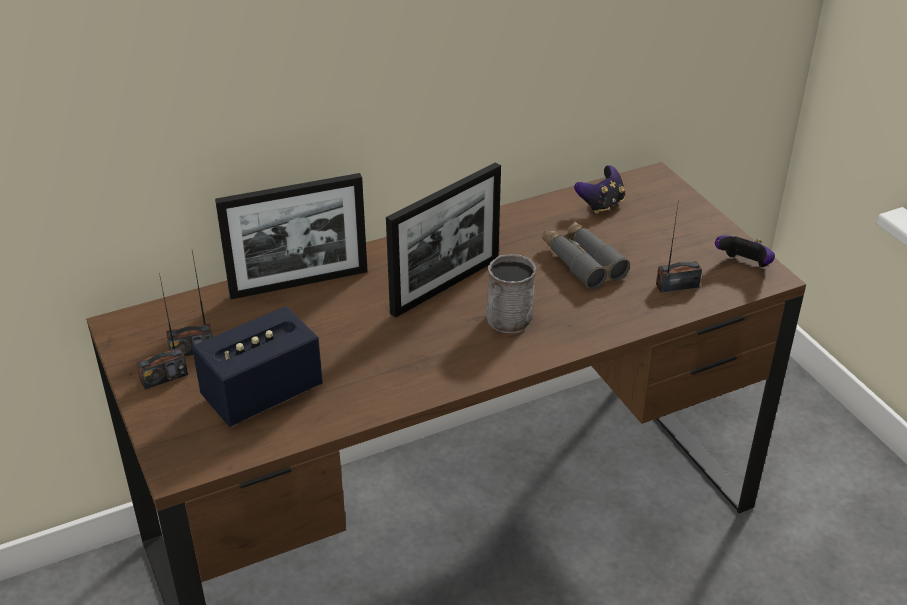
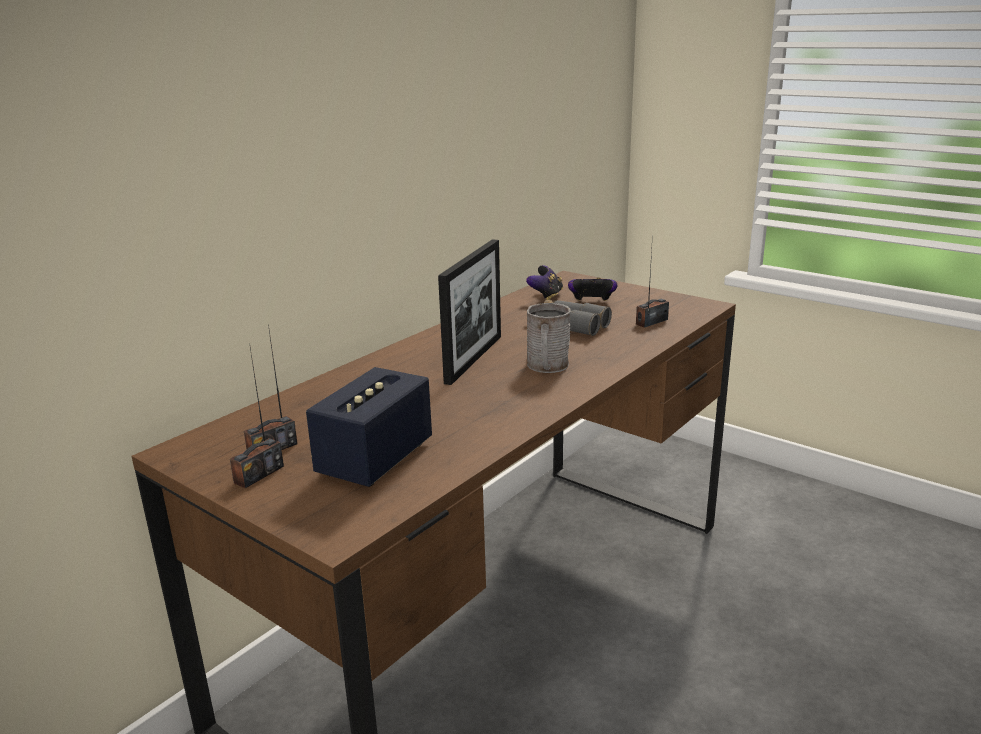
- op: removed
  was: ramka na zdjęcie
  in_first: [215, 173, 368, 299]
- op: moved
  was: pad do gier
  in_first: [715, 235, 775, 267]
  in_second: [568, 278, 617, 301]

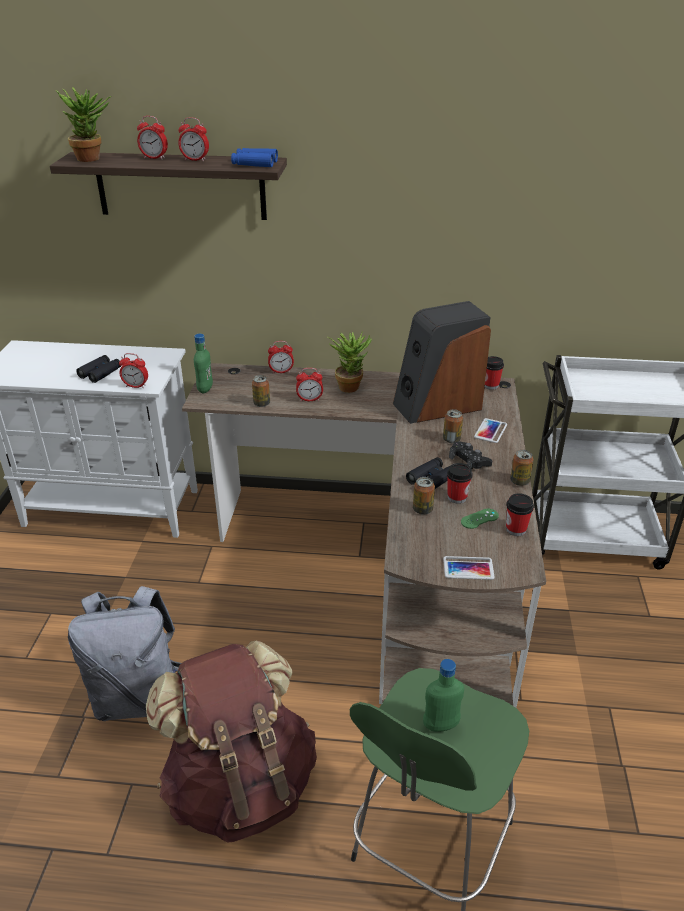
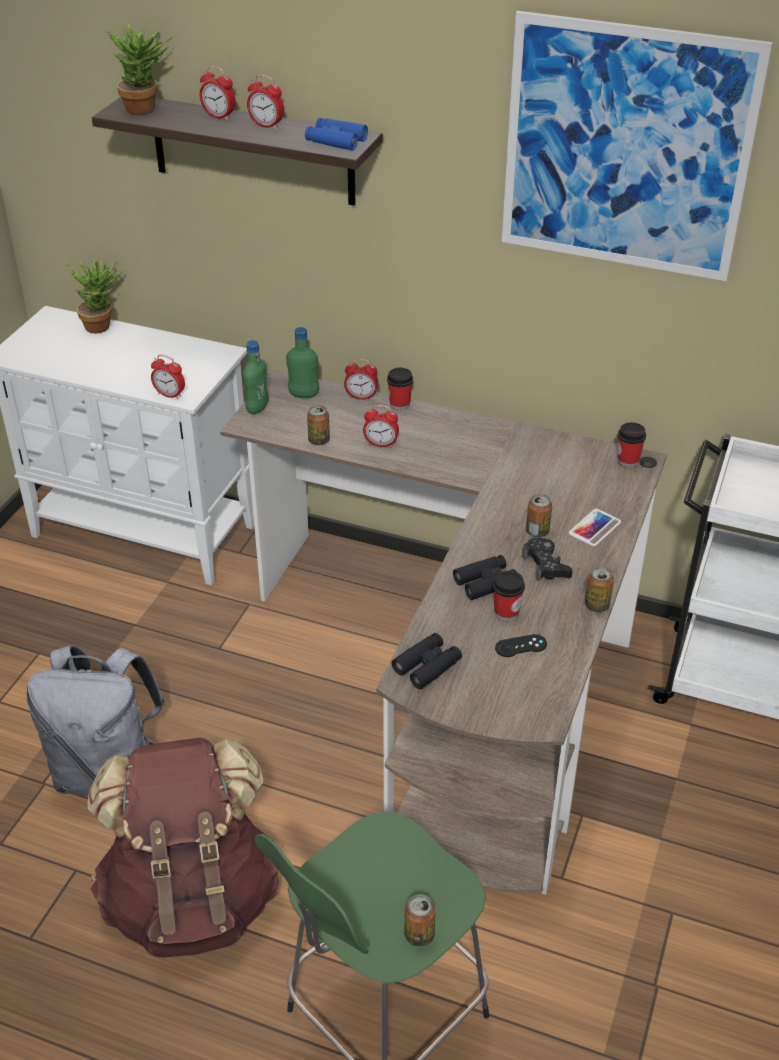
- op: removed
  was: głośnik
  in_first: [393, 301, 491, 424]
- op: moved
  was: roślina doniczkowa
  in_first: [327, 332, 372, 393]
  in_second: [64, 259, 123, 333]
- op: moved
  was: lornetka (czarny)
  in_first: [76, 355, 121, 383]
  in_second: [392, 633, 462, 689]
- op: moved
  was: puszka
  in_first: [413, 477, 435, 515]
  in_second: [405, 894, 435, 946]
- op: moved
  was: filiżanka
  in_first: [506, 493, 534, 536]
  in_second: [387, 368, 413, 410]
- op: recoloured
  was: pad do gier (zielony)
  now: pad do gier (czarny)
  in_first: [461, 509, 499, 529]
  in_second: [495, 634, 547, 657]
- op: removed
  was: telefon
  in_first: [443, 556, 495, 580]
- op: moved
  was: butelka (zielony)
  in_first: [423, 659, 464, 732]
  in_second: [286, 327, 319, 398]
- op: added
  now: obraz
  in_second: [502, 11, 773, 281]

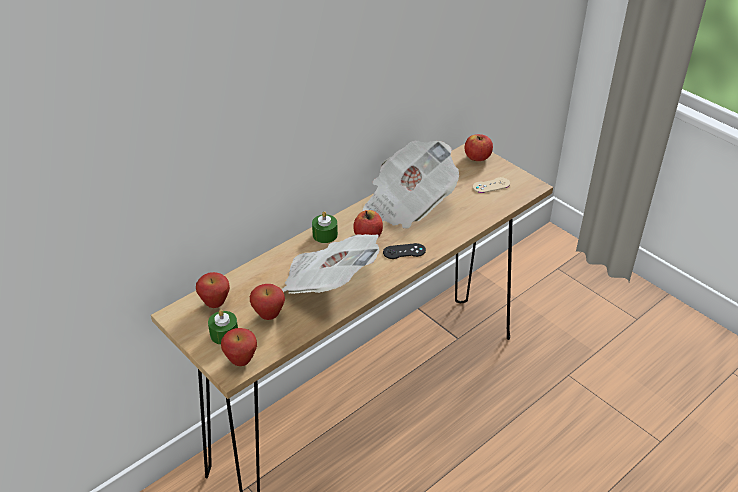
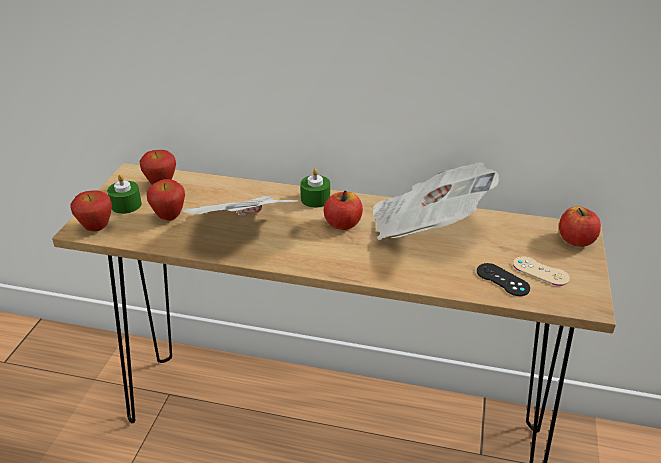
- op: moved
  was: pad do gier (czarny)
  in_first: [383, 243, 426, 259]
  in_second: [477, 263, 530, 296]

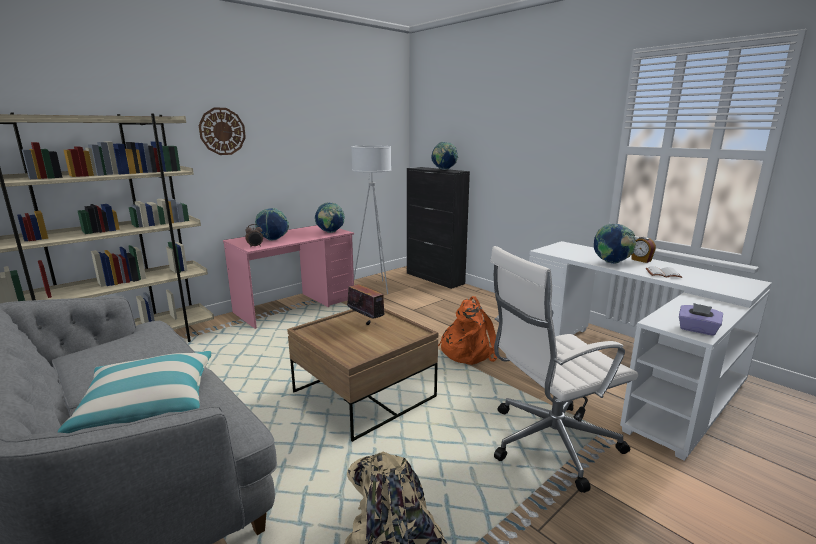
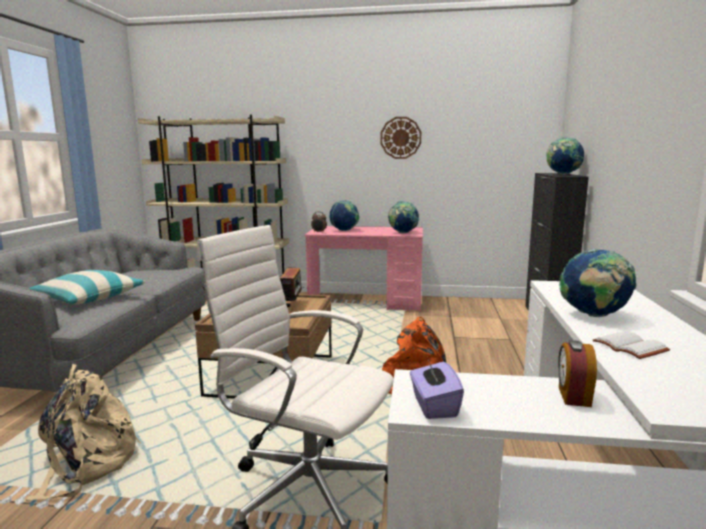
- op: moved
  was: zegar ścienny
  in_first: [199, 107, 246, 155]
  in_second: [380, 117, 421, 159]
- op: removed
  was: lampa stojąca (biały)
  in_first: [351, 146, 391, 294]
- op: moved
  was: budzik
  in_first: [631, 237, 656, 263]
  in_second: [558, 340, 597, 407]

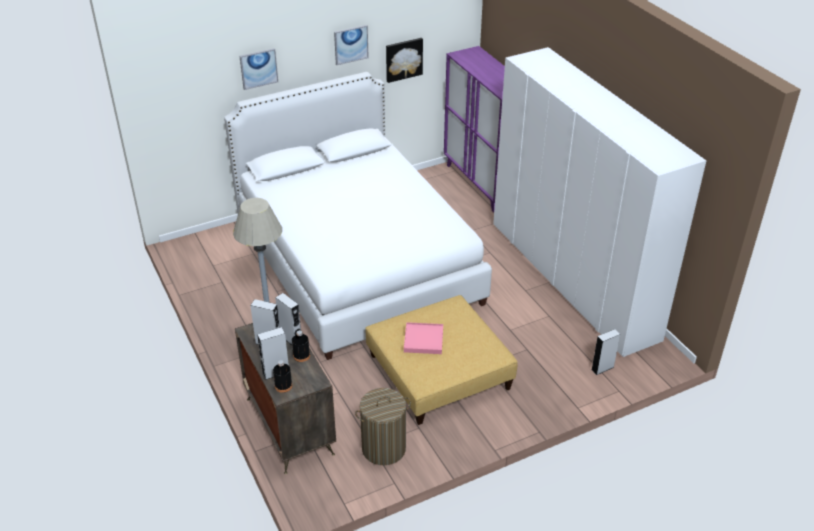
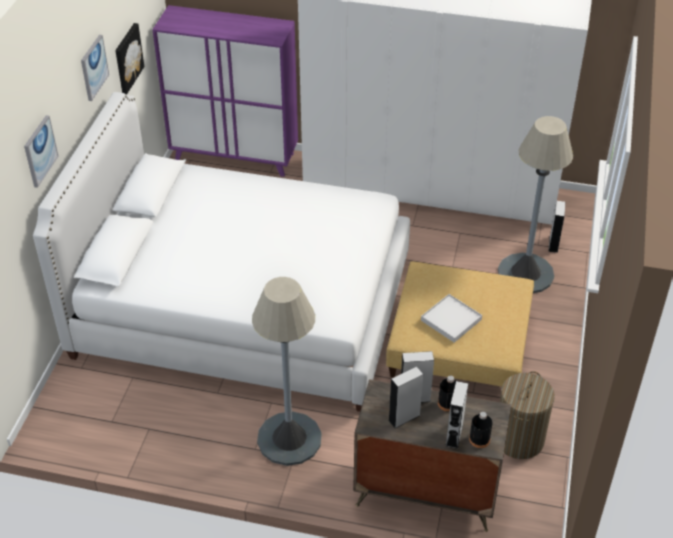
- op: recoloured
  was: taca (różowy)
  now: taca (biały)
  in_first: [404, 322, 443, 354]
  in_second: [421, 294, 482, 343]
- op: added
  now: lampa stojąca (szary)
  in_second: [498, 116, 573, 293]

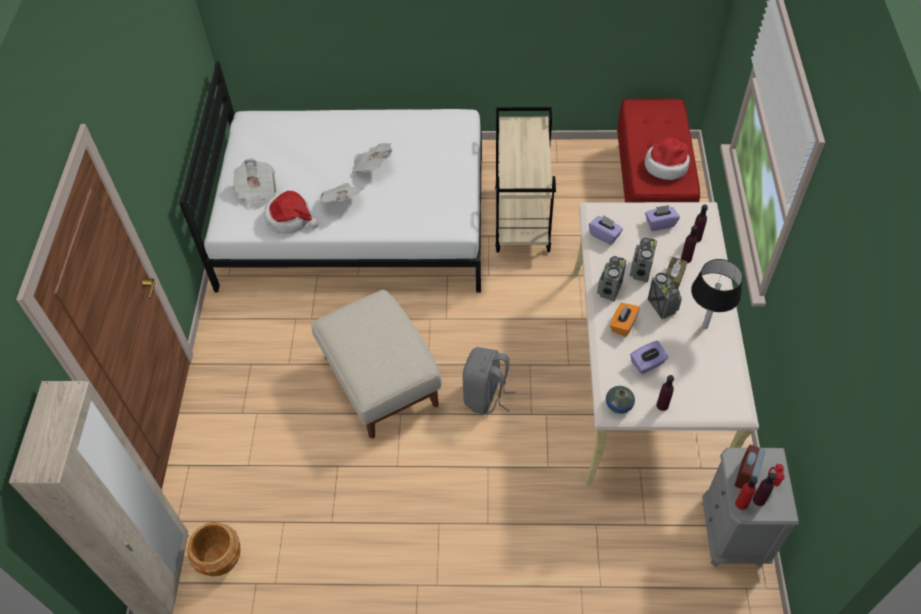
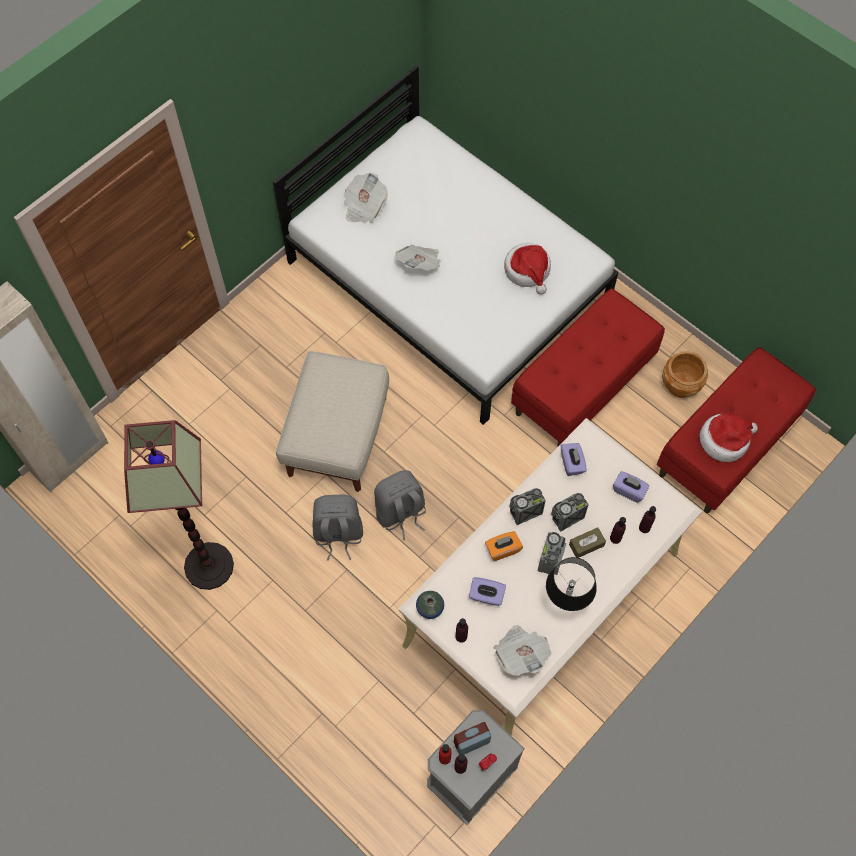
- op: replaced
  was: wózek (beżowy)
  now: ławka (czerwony)
  in_first: [495, 107, 556, 252]
  in_second: [511, 288, 665, 446]
- op: moved
  was: gazeta
  in_first: [352, 143, 392, 173]
  in_second: [493, 625, 552, 676]
- op: moved
  was: kapelusz
  in_first: [264, 191, 319, 234]
  in_second: [504, 243, 551, 295]
- op: moved
  was: donica (brązowy)
  in_first: [187, 522, 240, 576]
  in_second: [662, 351, 708, 398]
- op: added
  now: lampa stojąca
  in_second: [124, 420, 234, 590]
- op: added
  now: plecak (szary)
  in_second: [313, 494, 363, 561]

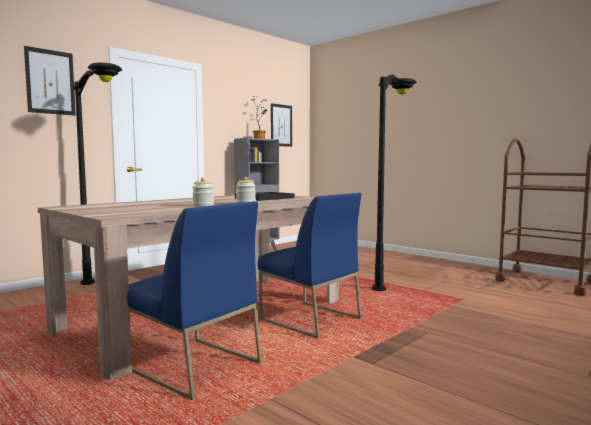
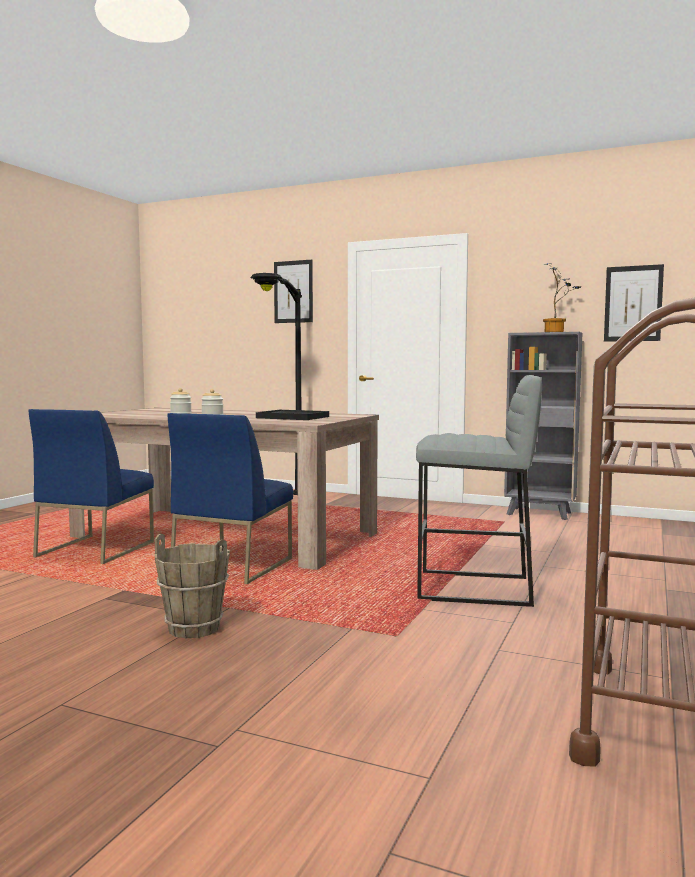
- op: replaced
  was: lampa stojąca (czarny)
  now: stołek (szary)
  in_first: [372, 74, 417, 291]
  in_second: [416, 375, 542, 607]
- op: added
  now: wiadro (brązowy)
  in_second: [155, 534, 230, 638]

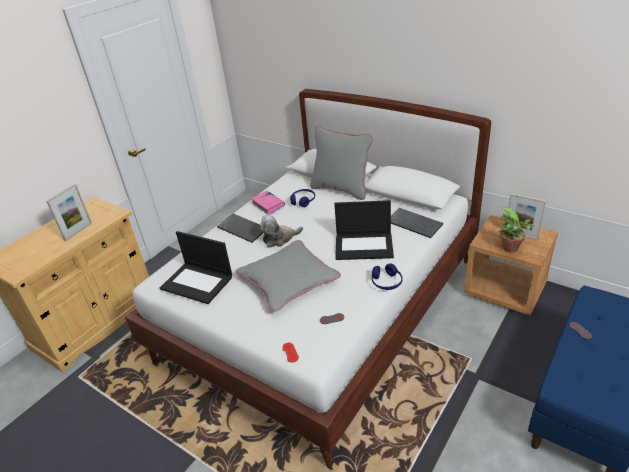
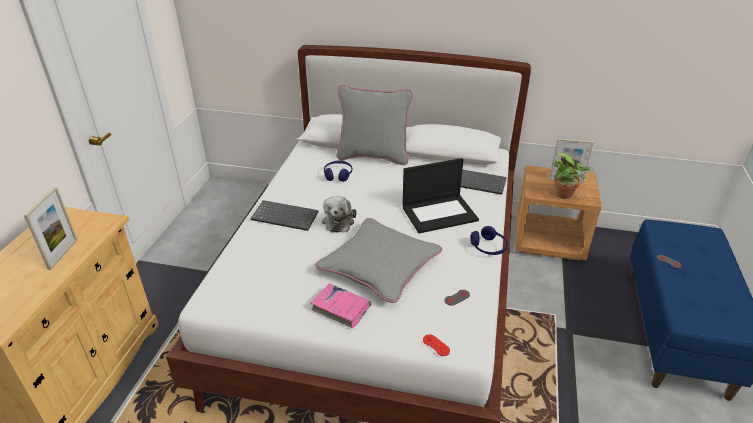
- op: moved
  was: książka (różowy)
  in_first: [251, 191, 285, 215]
  in_second: [310, 283, 371, 328]
- op: turned
  was: pluszak
  in_first: [258, 215, 303, 248]
  in_second: [322, 196, 356, 232]
  clockwise: -45
- op: removed
  was: laptop
  in_first: [160, 231, 232, 304]

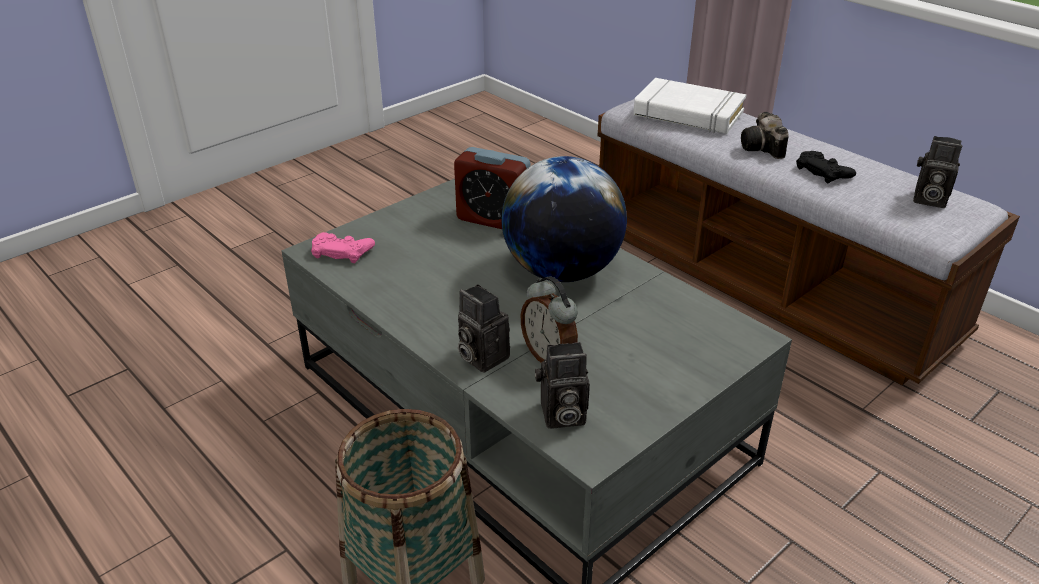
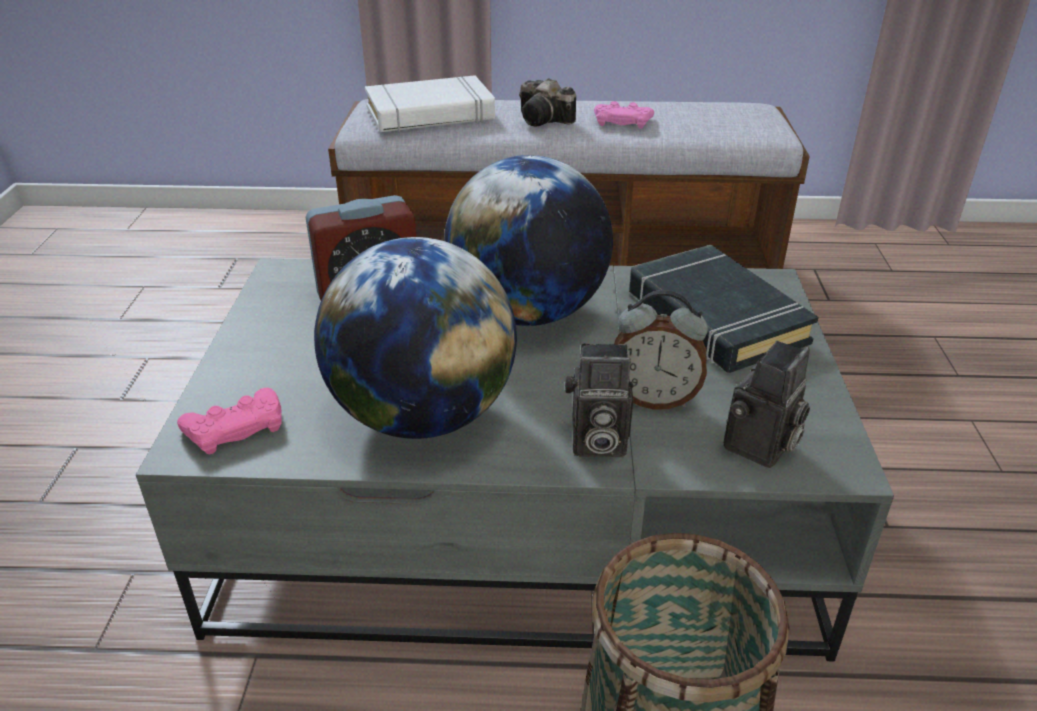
- op: removed
  was: aparat fotograficzny
  in_first: [913, 136, 962, 208]
- op: recoloured
  was: pad do gier (czarny)
  now: pad do gier (różowy)
  in_first: [796, 151, 856, 183]
  in_second: [594, 101, 654, 129]
- op: added
  now: globus
  in_second: [314, 237, 517, 439]
- op: added
  now: książka (czarny)
  in_second: [629, 245, 819, 373]

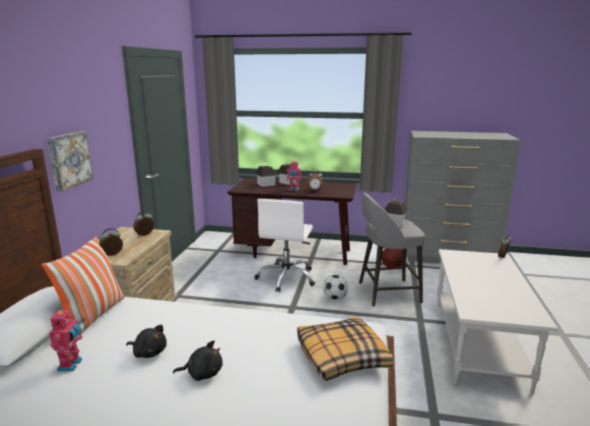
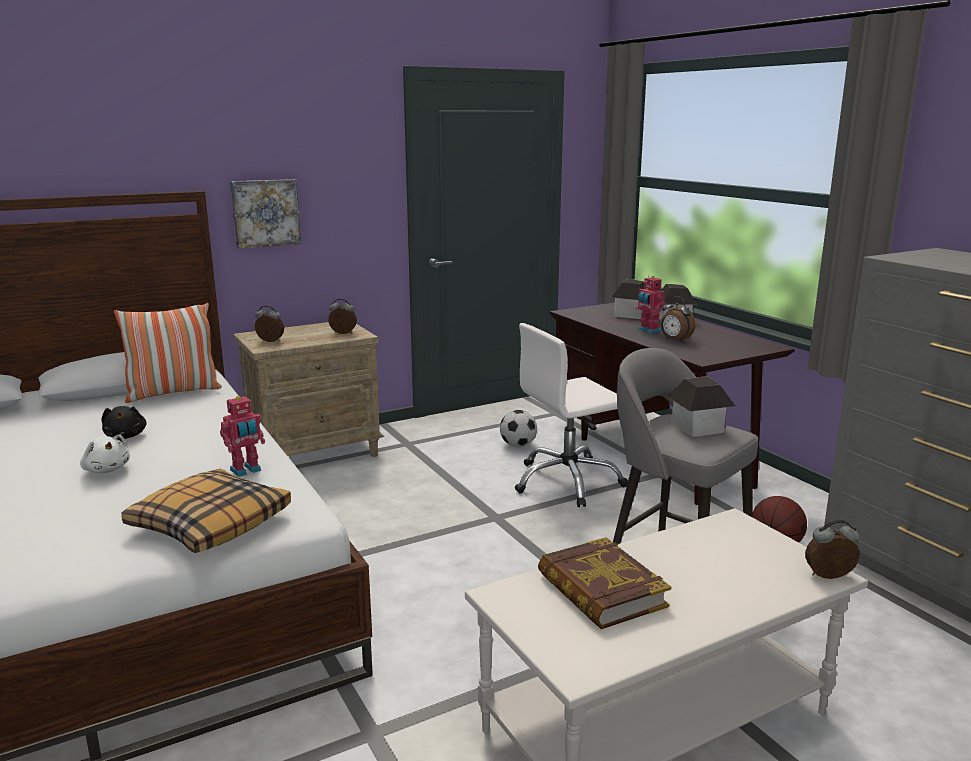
- op: moved
  was: piłka futbolowa
  in_first: [323, 275, 348, 300]
  in_second: [500, 410, 537, 447]
- op: moved
  was: robot zabawkowy
  in_first: [49, 308, 83, 371]
  in_second: [220, 395, 265, 477]
- op: recoloured
  was: pluszak (czarny)
  now: pluszak (biały)
  in_first: [173, 340, 223, 381]
  in_second: [80, 434, 130, 473]
- op: added
  now: książka
  in_second: [538, 537, 671, 629]

